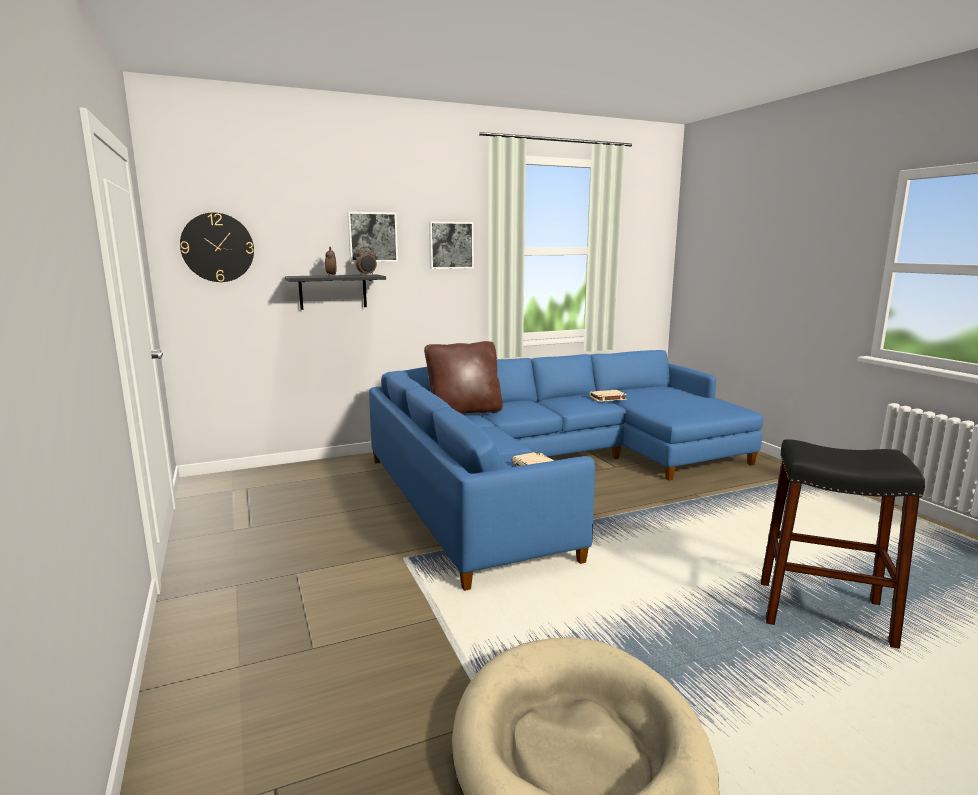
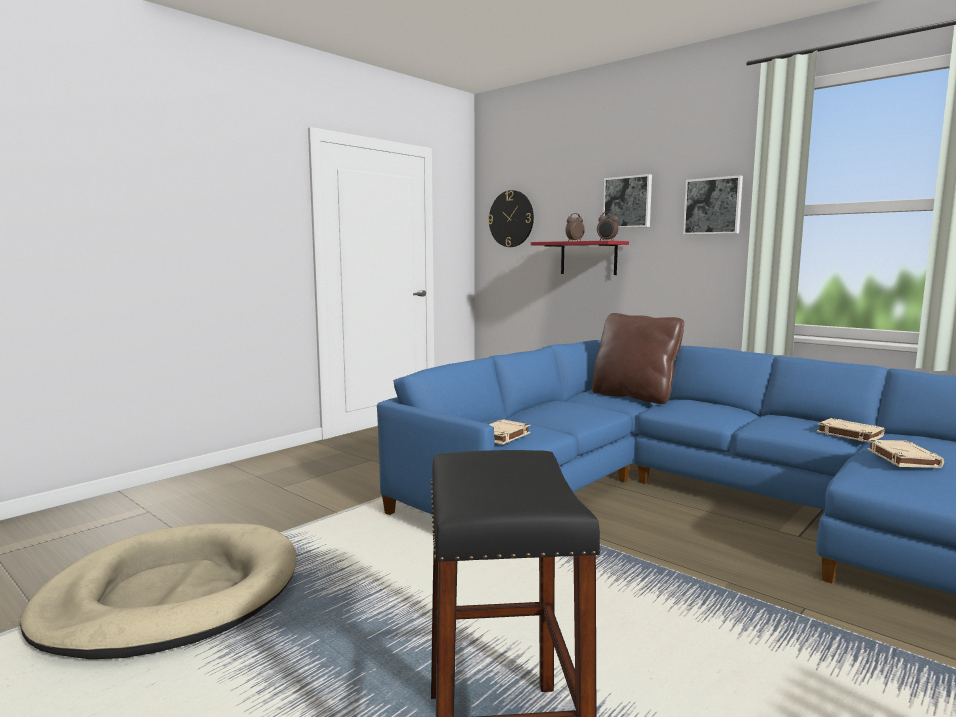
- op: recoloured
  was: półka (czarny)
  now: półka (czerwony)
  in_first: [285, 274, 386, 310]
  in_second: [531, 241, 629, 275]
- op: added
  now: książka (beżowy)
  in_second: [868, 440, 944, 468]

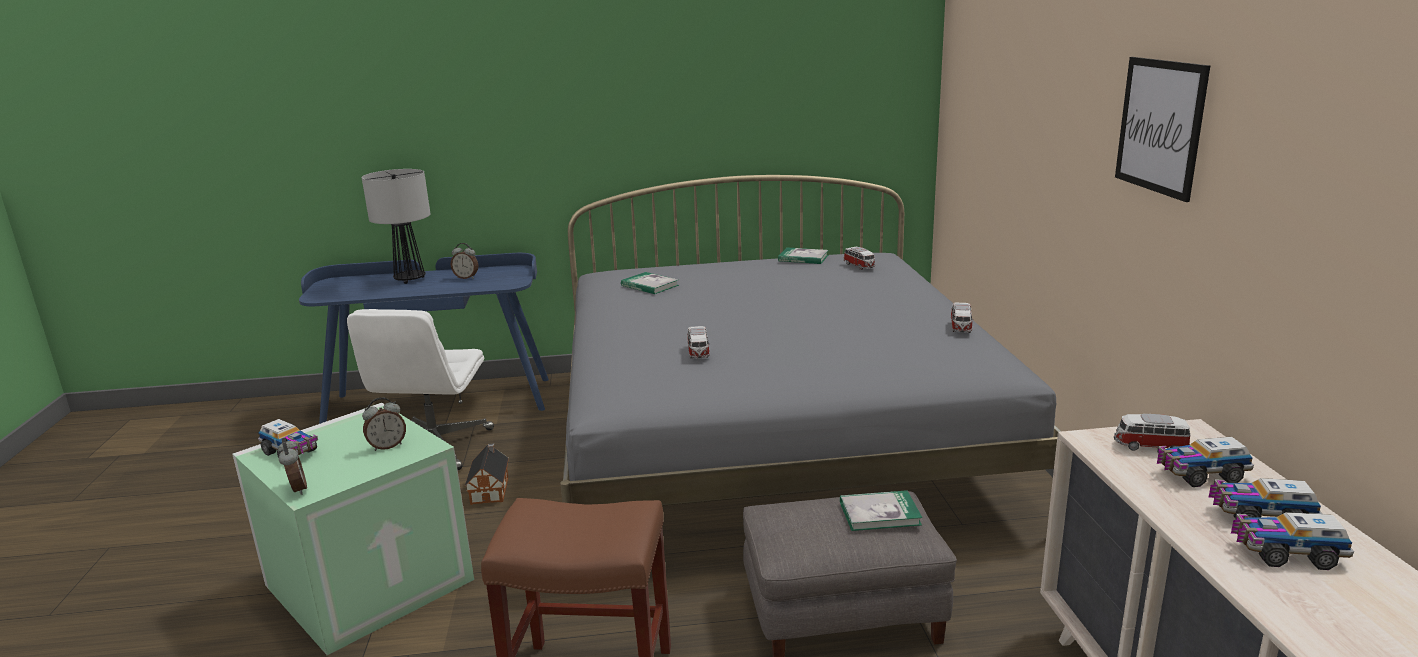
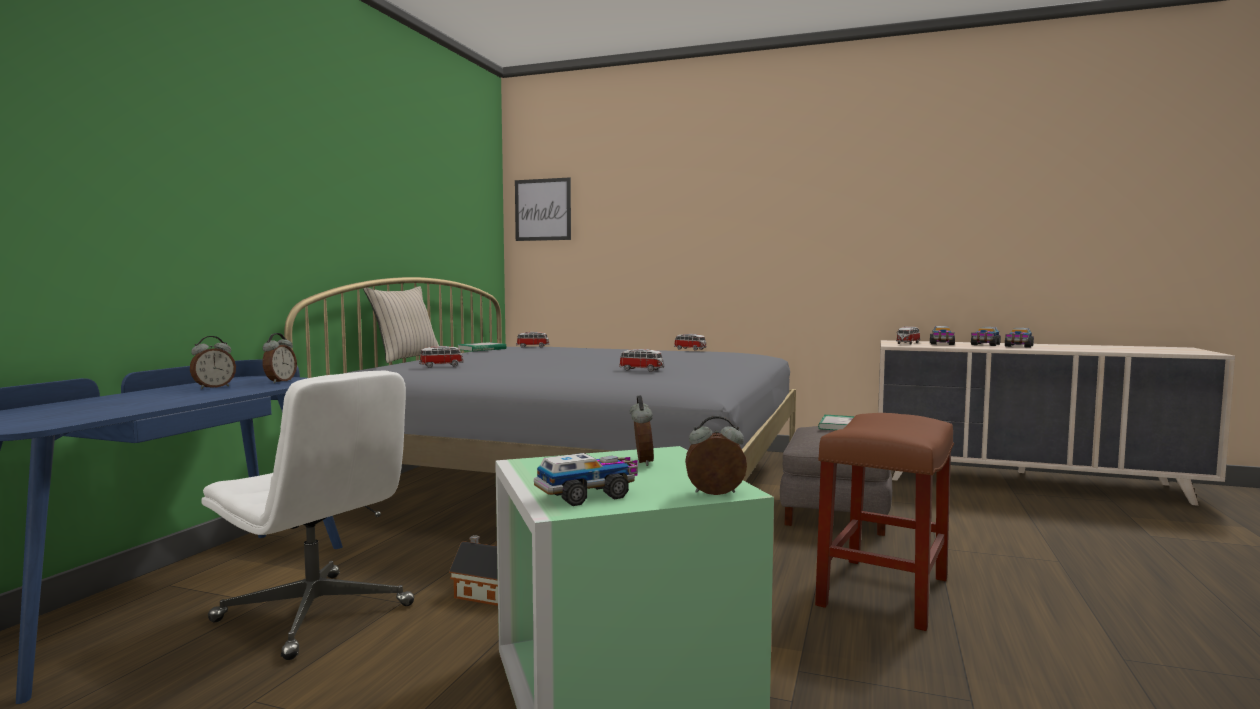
- op: moved
  was: obraz
  in_first: [1115, 57, 1210, 202]
  in_second: [515, 177, 571, 241]
- op: removed
  was: lampa stołowa
  in_first: [362, 169, 431, 284]
- op: replaced
  was: książka
  now: samochodzik
  in_first: [621, 272, 679, 294]
  in_second: [419, 346, 464, 368]
- op: added
  now: poduszka (beżowy)
  in_second: [363, 286, 439, 363]
- op: added
  now: budzik
  in_second: [262, 333, 297, 383]

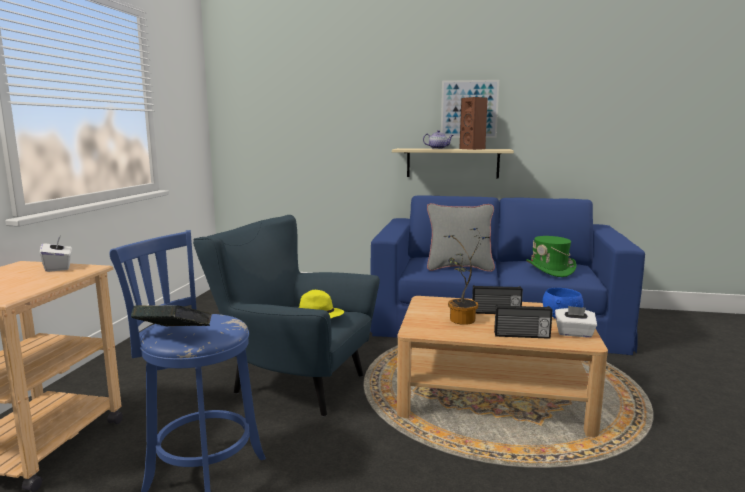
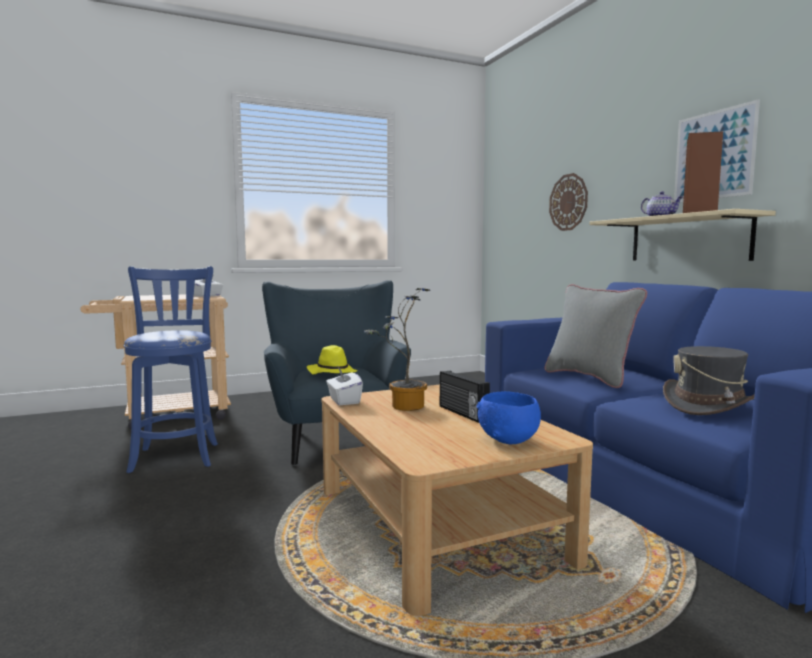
- op: recoloured
  was: kapelusz (zielony)
  now: kapelusz (szary)
  in_first: [526, 236, 576, 277]
  in_second: [663, 346, 755, 415]
- op: removed
  was: książka
  in_first: [131, 305, 212, 326]
- op: removed
  was: radio
  in_first: [494, 305, 553, 339]
- op: moved
  was: pudełko chusteczek (biały)
  in_first: [555, 306, 597, 338]
  in_second: [326, 367, 363, 405]
- op: added
  now: zegar ścienny
  in_second: [549, 173, 588, 231]

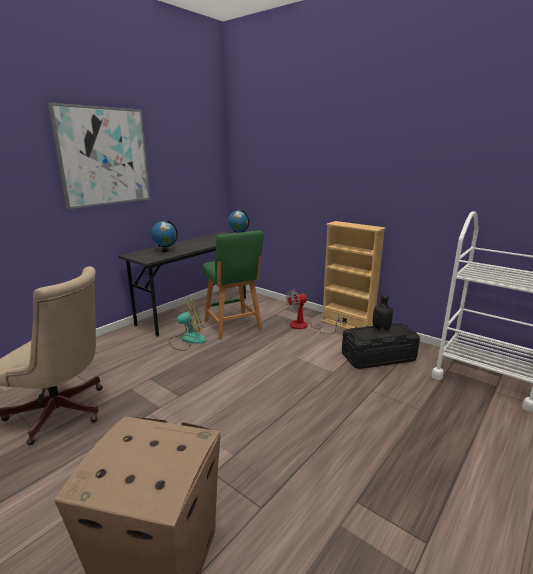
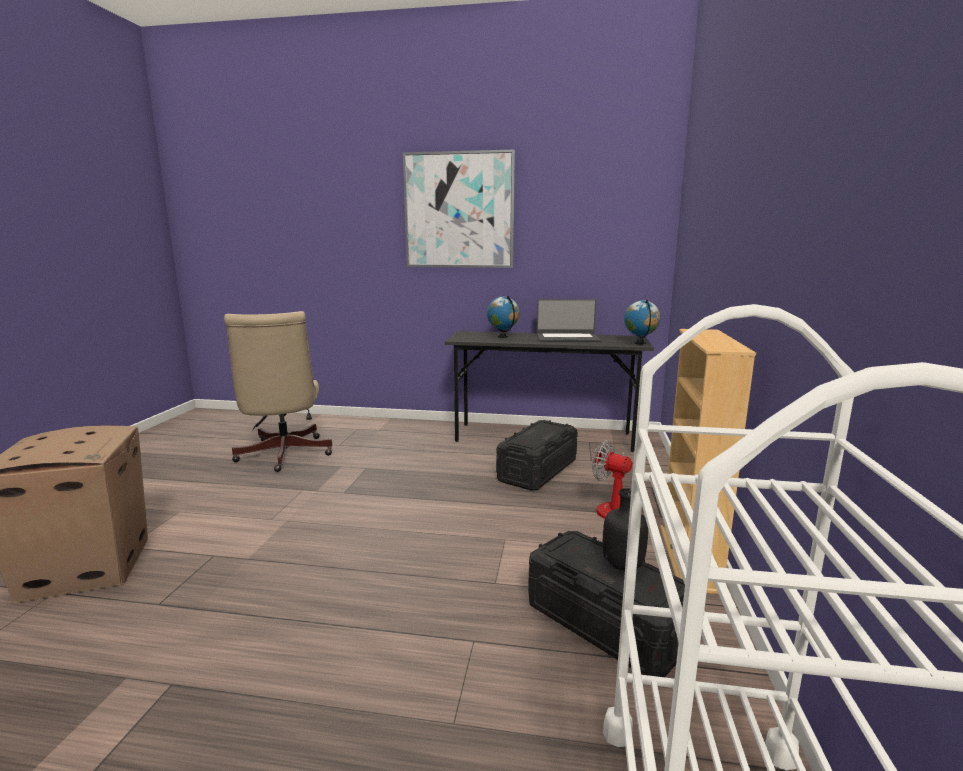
- op: replaced
  was: stołek (zielony)
  now: pojemnik do przechowywania (czarny)
  in_first: [202, 231, 264, 339]
  in_second: [496, 420, 578, 491]
- op: removed
  was: wentylator
  in_first: [169, 298, 207, 351]
- op: added
  now: laptop
  in_second: [537, 299, 601, 342]

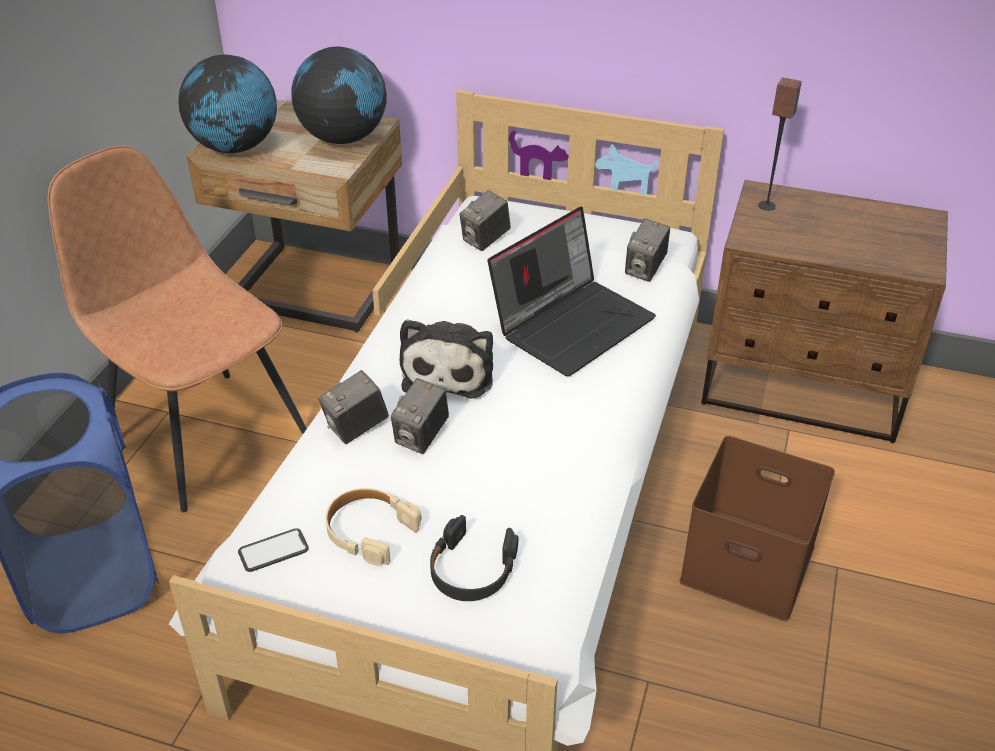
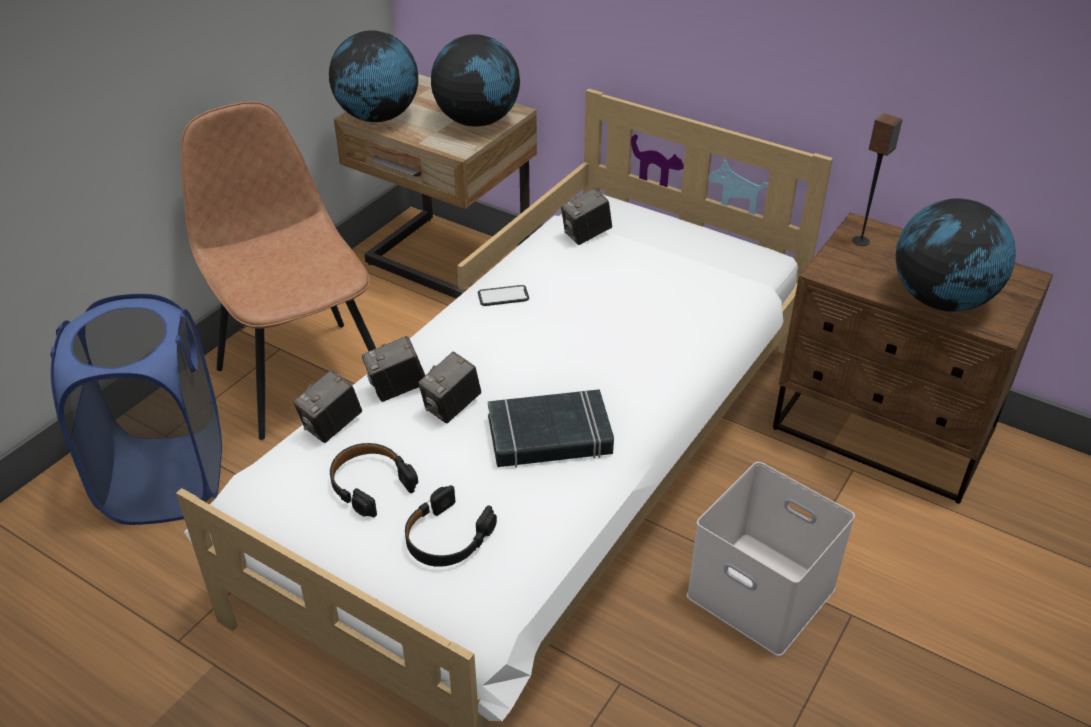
- op: removed
  was: laptop
  in_first: [488, 207, 656, 377]
- op: moved
  was: aparat fotograficzny
  in_first: [625, 218, 670, 282]
  in_second: [293, 370, 362, 443]
- op: removed
  was: pluszak
  in_first: [400, 319, 493, 399]
- op: recoloured
  was: pojemnik do przechowywania (brązowy)
  now: pojemnik do przechowywania (biały)
  in_first: [680, 436, 835, 621]
  in_second: [686, 462, 855, 656]
- op: recoloured
  was: słuchawki (beżowy)
  now: słuchawki (czarny)
  in_first: [326, 488, 422, 566]
  in_second: [330, 443, 418, 517]
- op: moved
  was: telefon
  in_first: [238, 528, 309, 572]
  in_second: [478, 285, 529, 306]
- op: added
  now: globus
  in_second: [896, 198, 1016, 311]
- op: added
  now: książka (czarny)
  in_second: [488, 389, 614, 468]

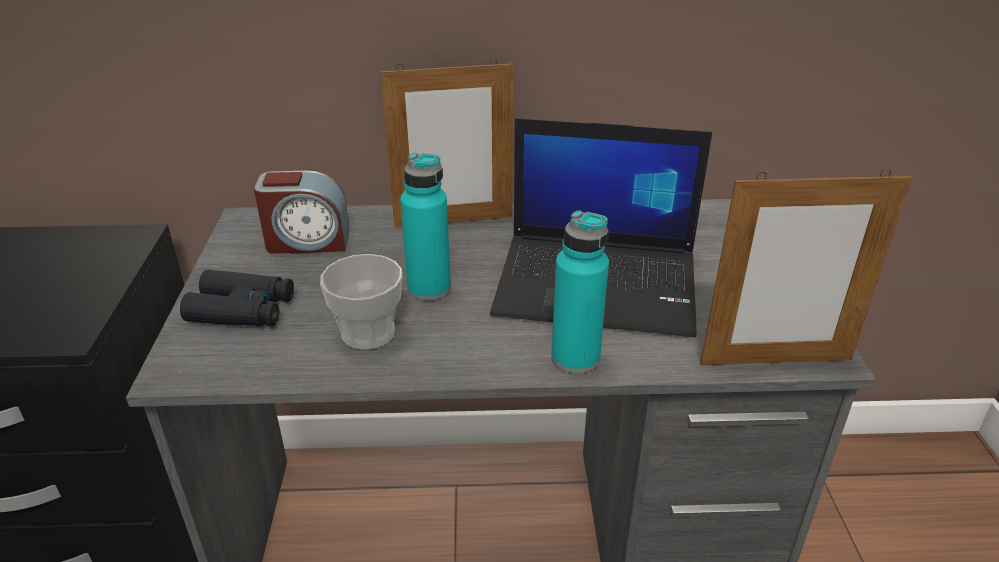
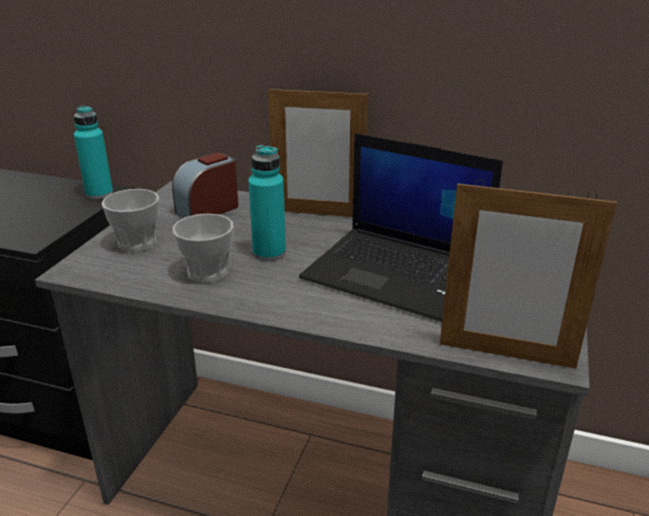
- op: turned
  was: budzik
  in_first: [254, 171, 350, 253]
  in_second: [172, 152, 238, 218]
  clockwise: 120
- op: moved
  was: butelka (turkusowy)
  in_first: [551, 210, 609, 374]
  in_second: [74, 105, 113, 199]
- op: replaced
  was: lornetka (czarny)
  now: filiżanka
  in_first: [180, 270, 294, 326]
  in_second: [101, 189, 159, 252]

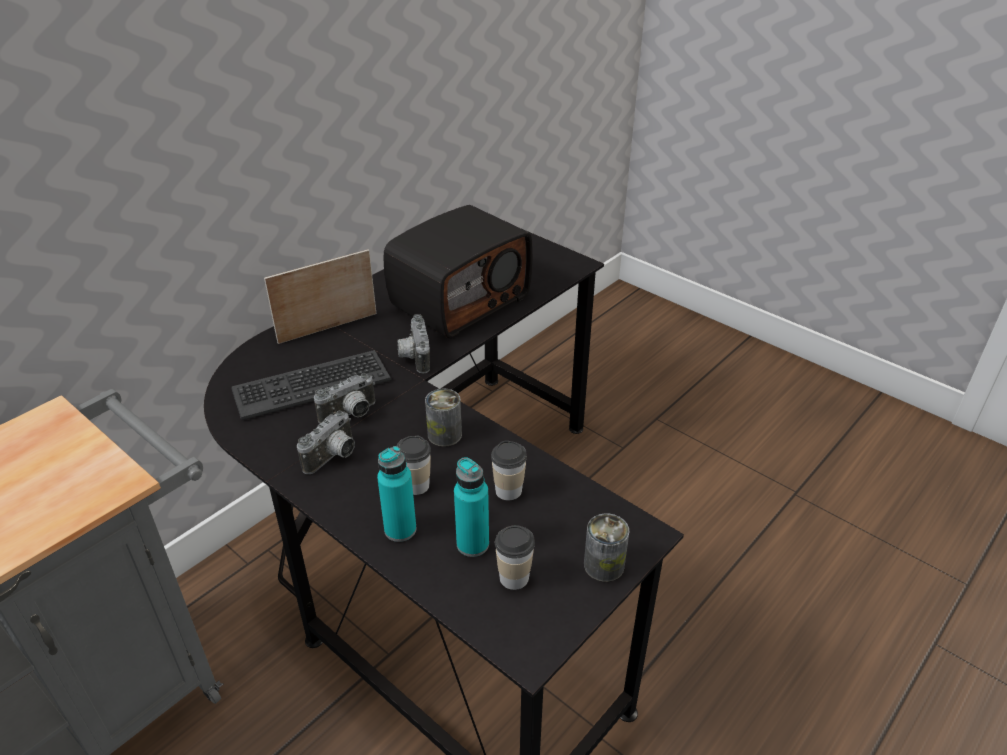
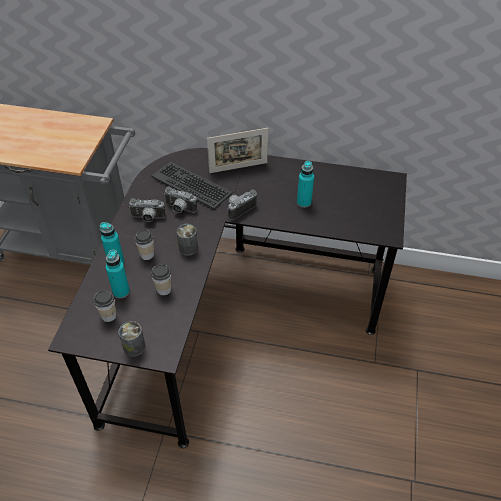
- op: replaced
  was: radio
  now: butelka (turkusowy)
  in_first: [384, 205, 533, 338]
  in_second: [297, 161, 314, 208]
- op: turned
  was: ramka na zdjęcie
  in_first: [264, 249, 376, 344]
  in_second: [207, 128, 268, 173]
  clockwise: 135

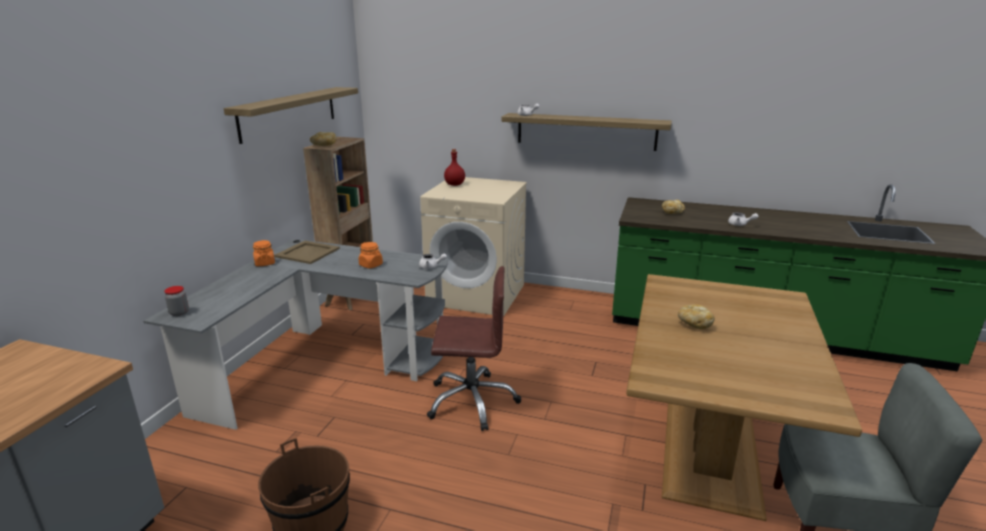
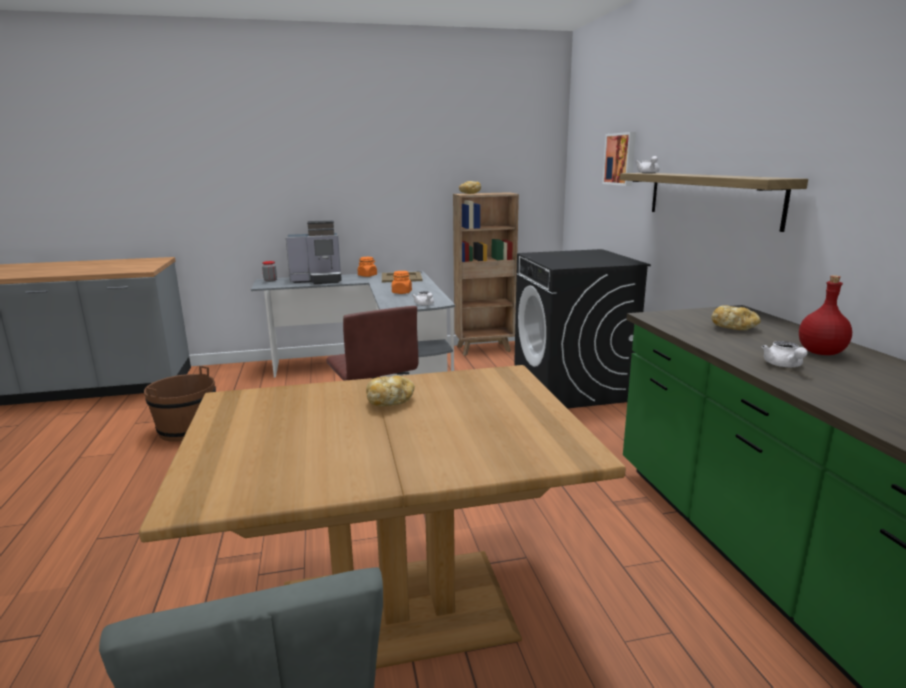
- op: removed
  was: półka
  in_first: [224, 87, 358, 144]
- op: moved
  was: butelka (czerwony)
  in_first: [444, 149, 465, 186]
  in_second: [799, 275, 852, 355]
- op: recoloured
  was: pralka (beżowy)
  now: pralka (czarny)
  in_first: [420, 177, 527, 317]
  in_second: [514, 249, 651, 409]
- op: added
  now: obraz
  in_second: [602, 132, 636, 186]
- op: added
  now: ekspres do kawy
  in_second: [286, 220, 342, 284]

